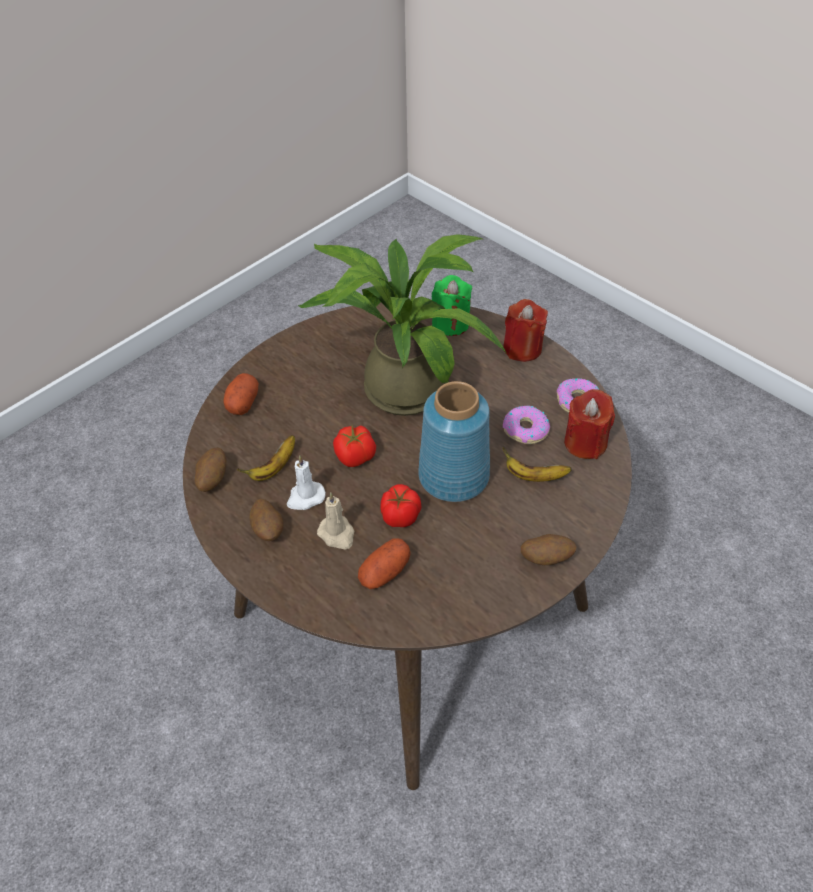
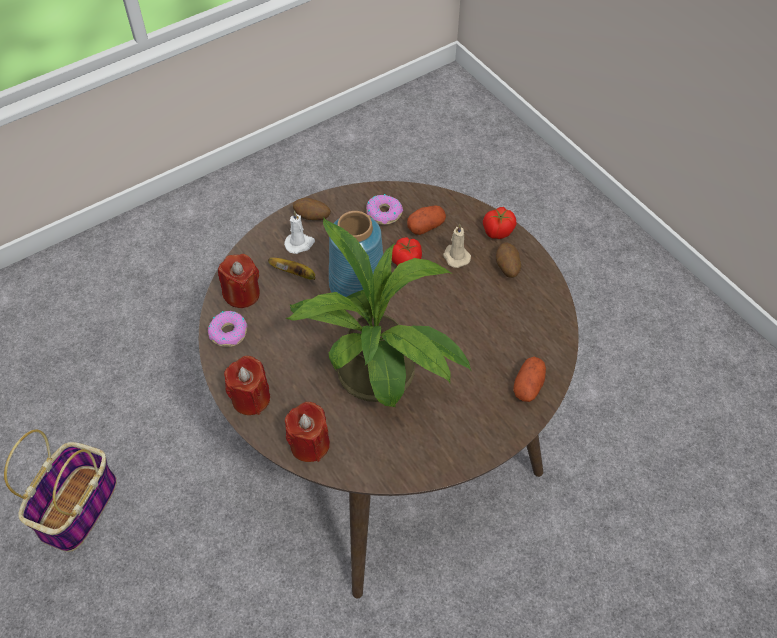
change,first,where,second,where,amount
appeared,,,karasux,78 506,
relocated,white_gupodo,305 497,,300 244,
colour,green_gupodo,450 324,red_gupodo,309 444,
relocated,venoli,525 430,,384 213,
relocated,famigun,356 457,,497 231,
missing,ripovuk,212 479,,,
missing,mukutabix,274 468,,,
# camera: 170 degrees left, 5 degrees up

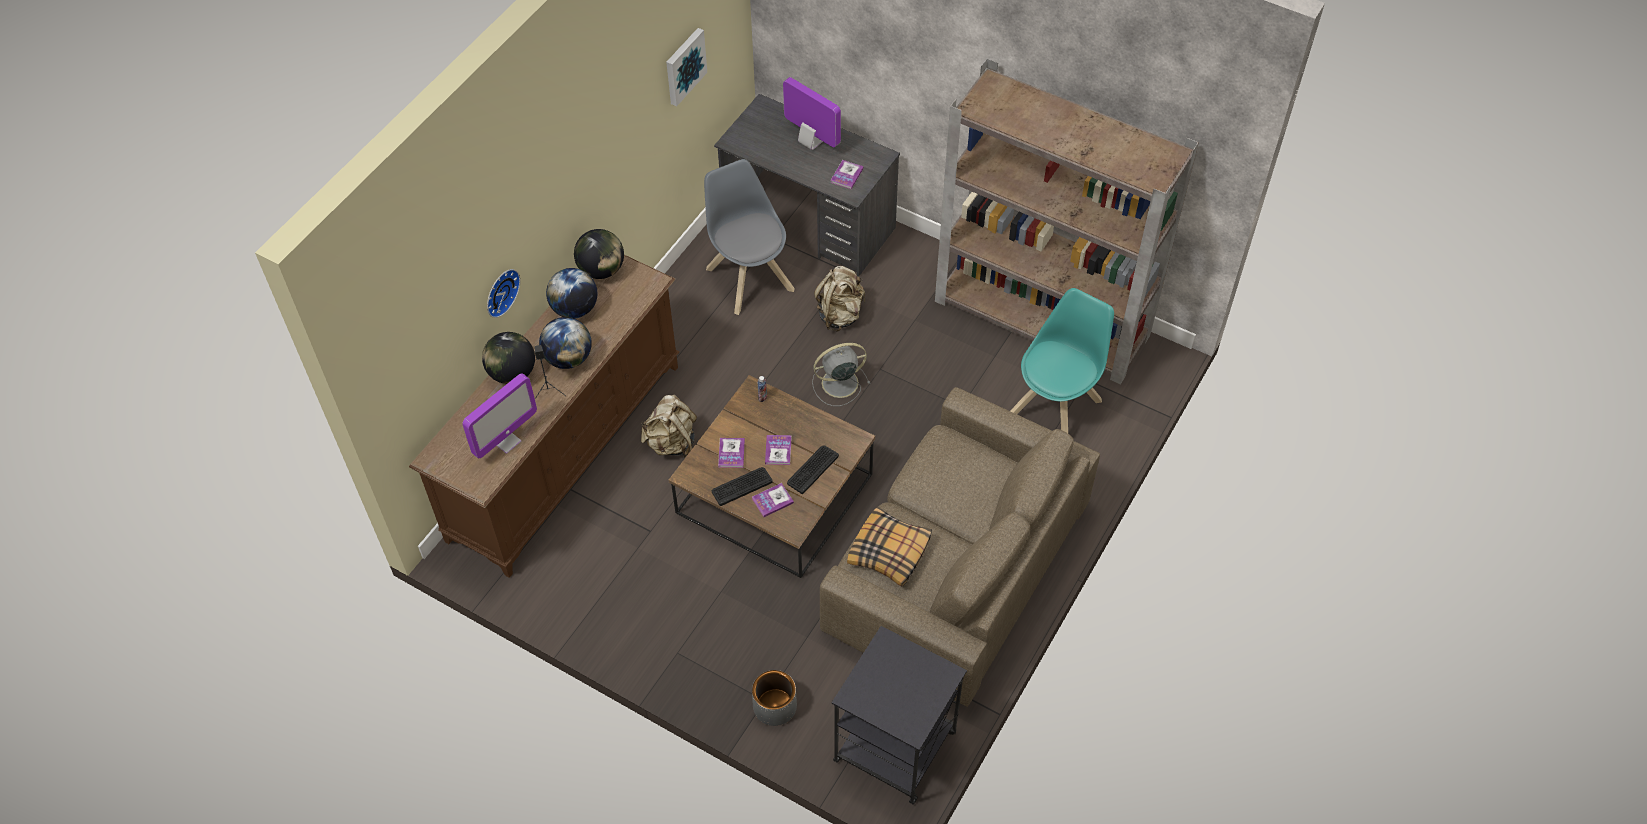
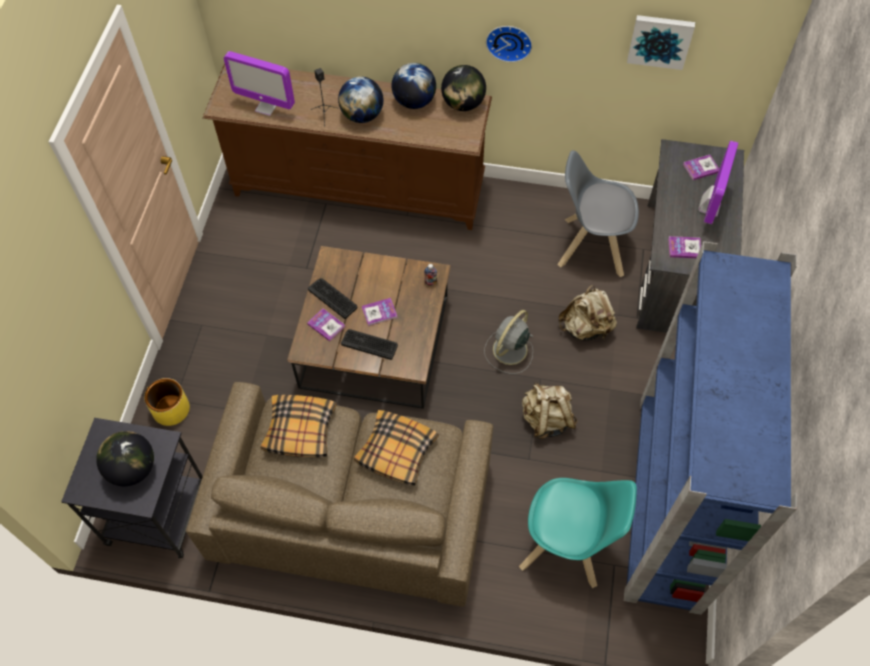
change,first,where,second,where,amount
relocated,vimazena,512 373,,133 469,
colour,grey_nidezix,775 706,yellow_nidezix,171 410,
appeared,,,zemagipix,396 452,
spun,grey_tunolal,838 383,,509 351,105 degrees counterclockwise
relocated,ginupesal,500 291,,509 41,
relocated,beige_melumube,671 443,,546 419,
spun,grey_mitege,748 277,,590 246,120 degrees counterclockwise
colour,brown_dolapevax,1041 318,blue_dolapevax,669 501,
relocated,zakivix,731 453,,701 168,
# camera: 70 degrees right, 5 degrees up

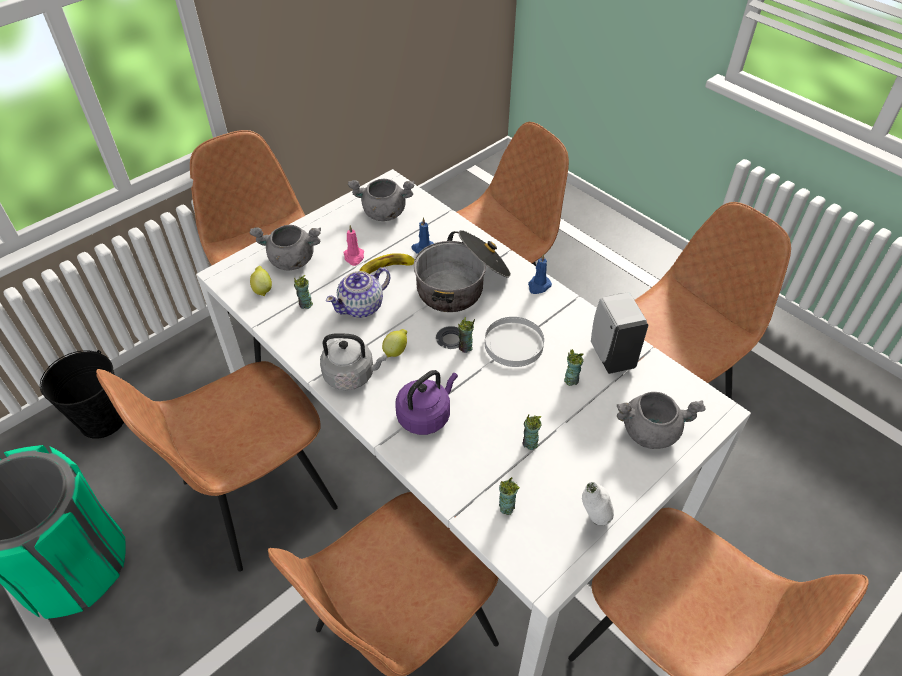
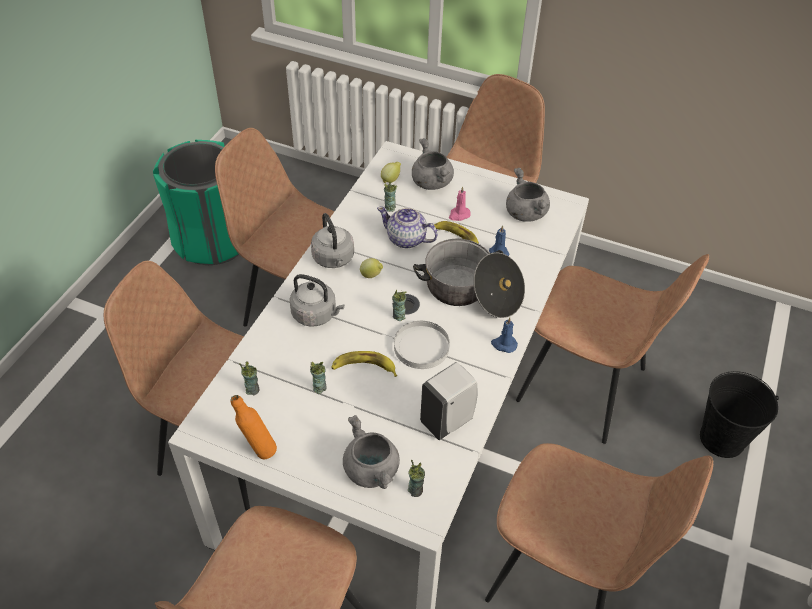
change,first,where,second,where,amount
colour,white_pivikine,592 523,orange_pivikine,258 449,
colour,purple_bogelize,426 415,grey_bogelize,316 315,
appeared,,,mukutabix,364 367,
relocated,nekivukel,571 380,,415 490,
relocated,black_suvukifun,103 420,,722 439,
# camera: 65 degrees right, 0 degrees up

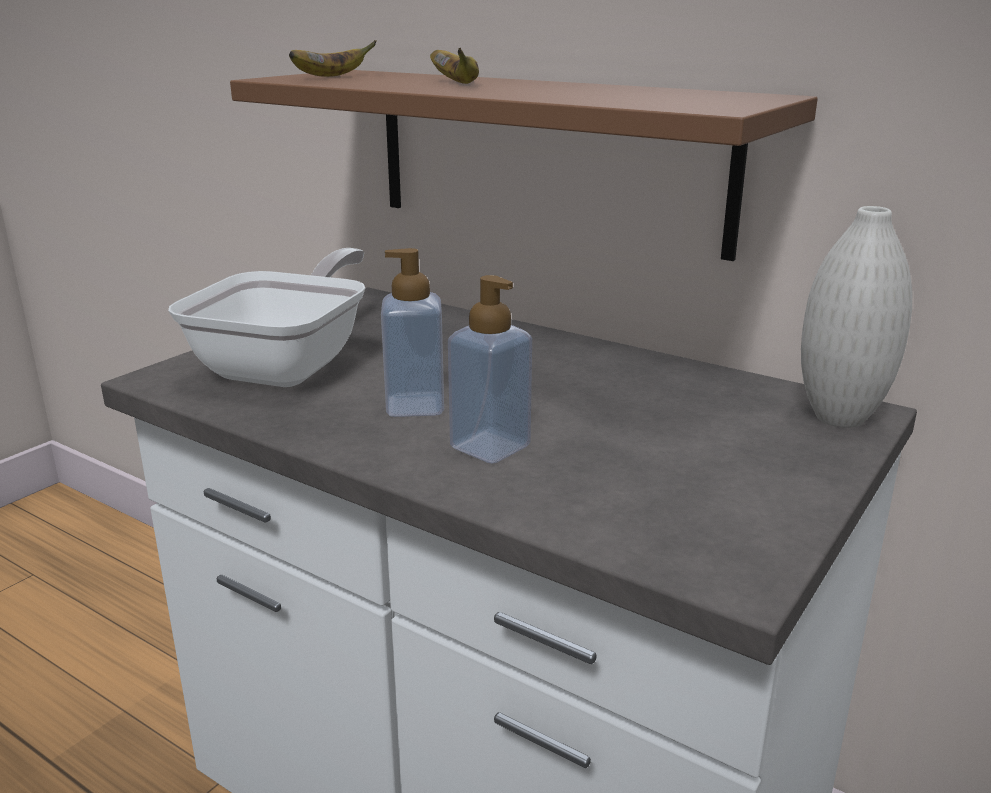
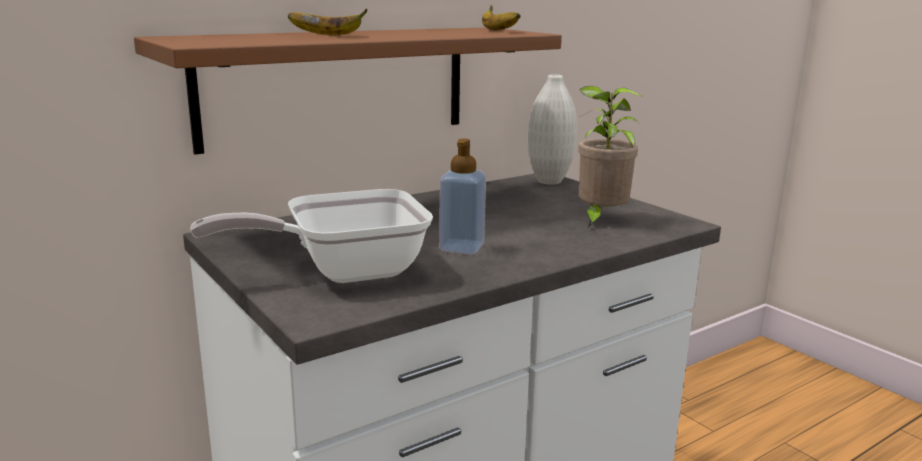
change,first,where,second,where,amount
spun,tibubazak,290 364,,343 271,60 degrees counterclockwise
relocated,mukutabix,329 77,,497 30,
appeared,,,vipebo,600 220,
missing,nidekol,490 447,,,
# camera: 70 degrees left, 5 degrees down

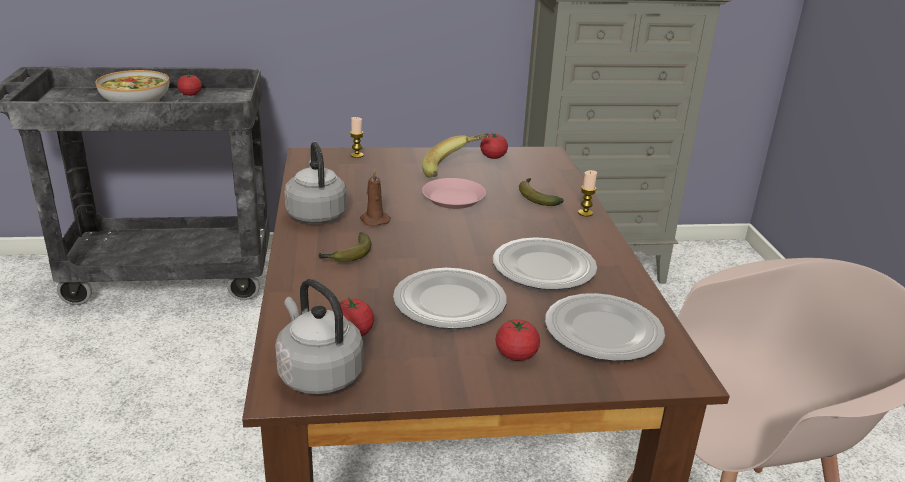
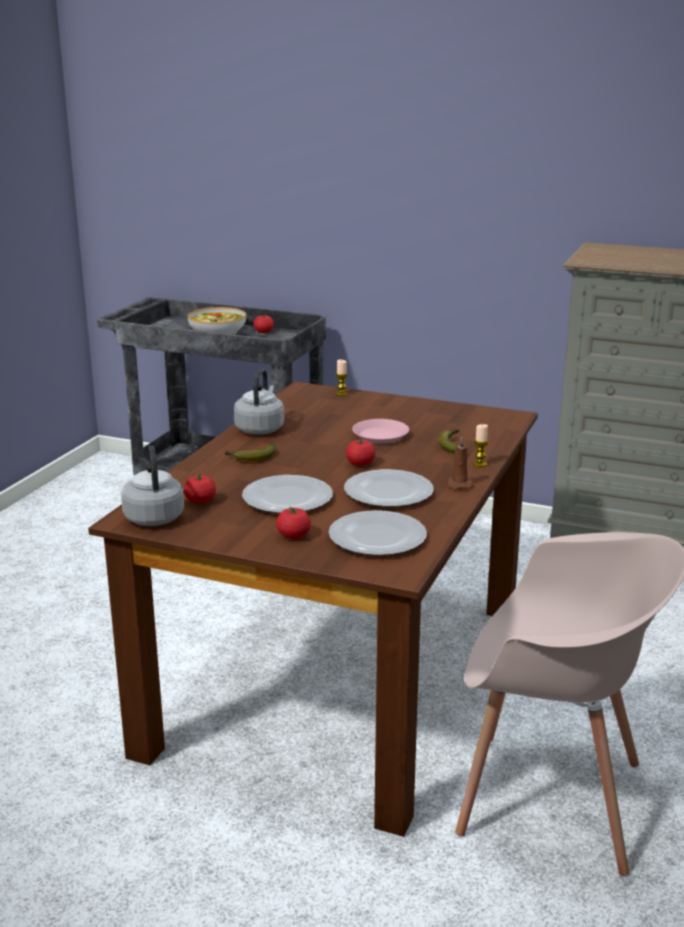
change,first,where,second,where,amount
relocated,famigun,493 157,,360 464,
relocated,brown_gupodo,374 220,,459 484,
missing,mukutabix,454 170,,,
# camera: 30 degrees right, 5 degrees down

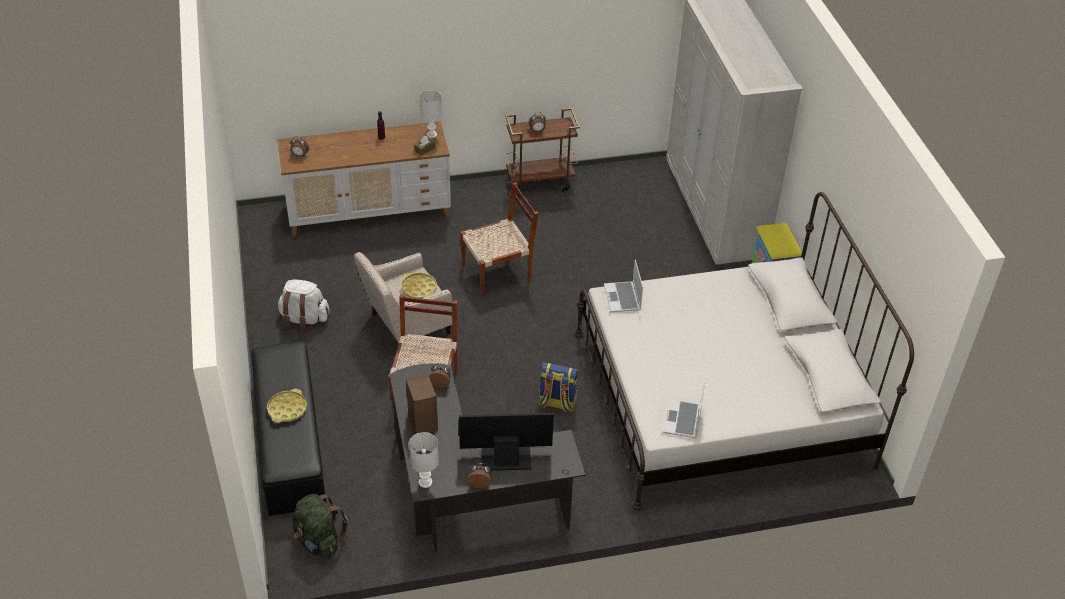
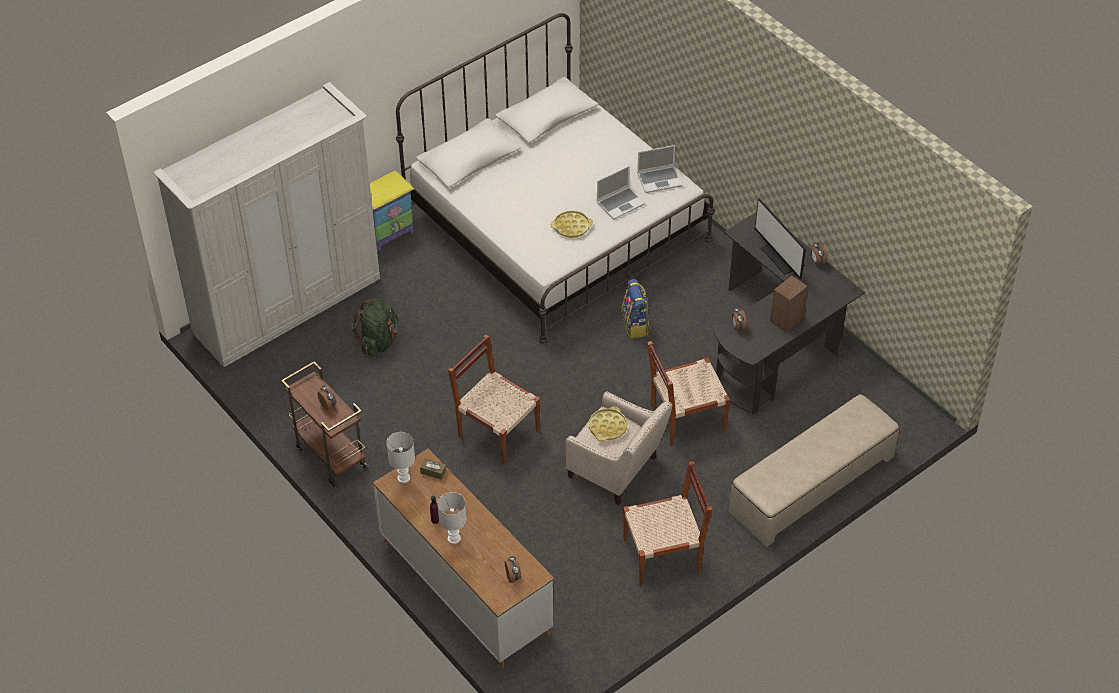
change,first,where,second,where,amount
relocated,green_melumube,319 541,,379 341,
relocated,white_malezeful,425 483,,454 538,
relocated,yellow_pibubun,287 409,,571 227,
relocated,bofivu,623 298,,620 203,
exchanged,white_melumube,304 319,mitege,664 555,
colour,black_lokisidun,290 441,beige_lokisidun,812 485,
# camera: 115 degrees left, 5 degrees up

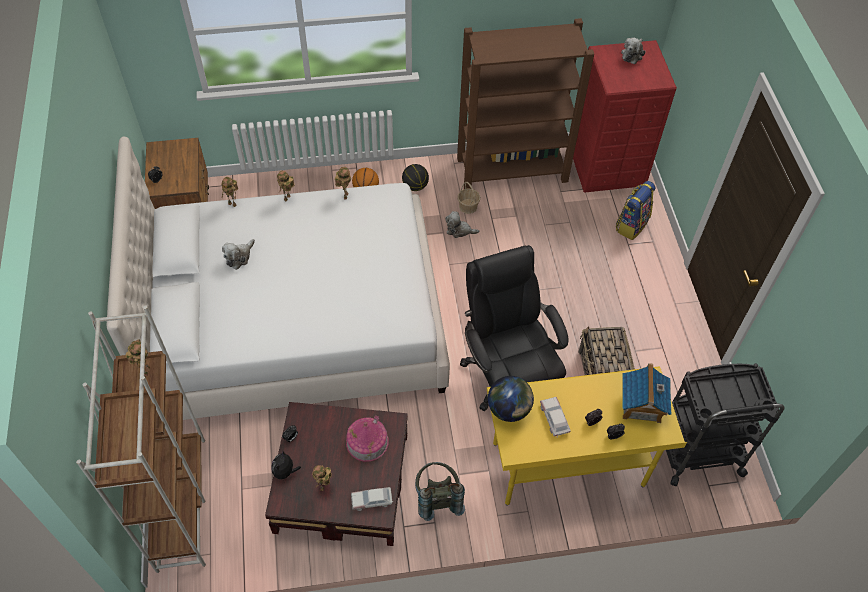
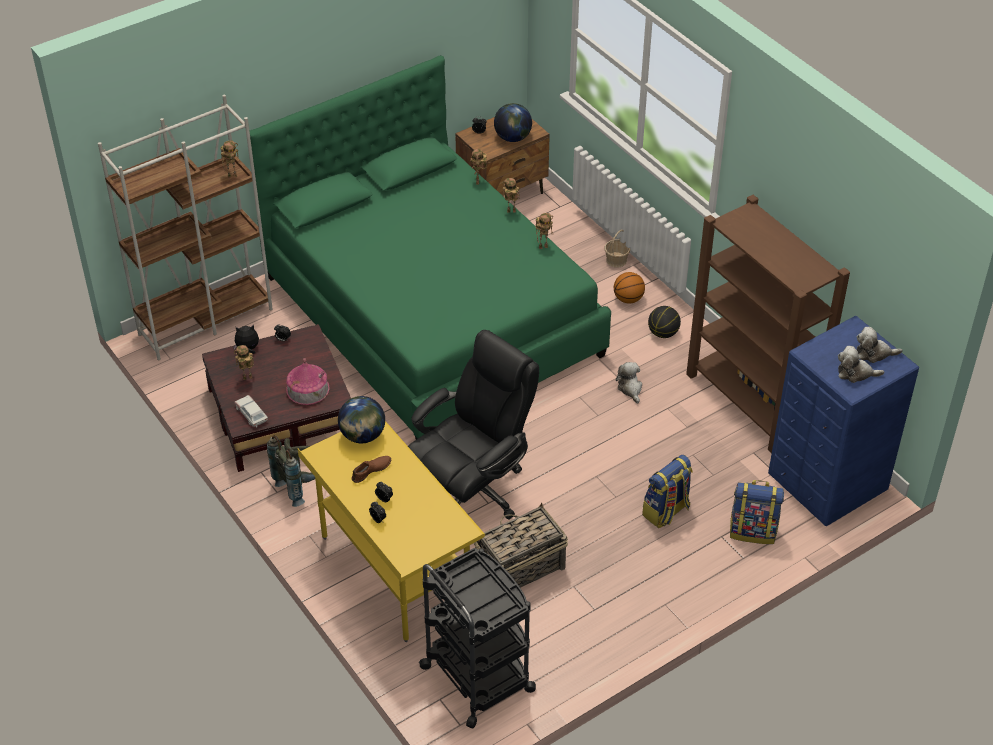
change,first,where,second,where,amount
colour,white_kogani,297 321,green_kogani,432 315,
exchanged,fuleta,554 419,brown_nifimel,371 471,
appeared,,,vimazena,513 137,
relocated,karasux,468 206,,616 260,
appeared,,,melumube,666 511,
colour,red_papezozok,607 166,blue_papezozok,827 482,
relocated,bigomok,239 257,,855 373,
missing,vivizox,641 404,,,
# camera: 65 degrees right, 10 degrees down

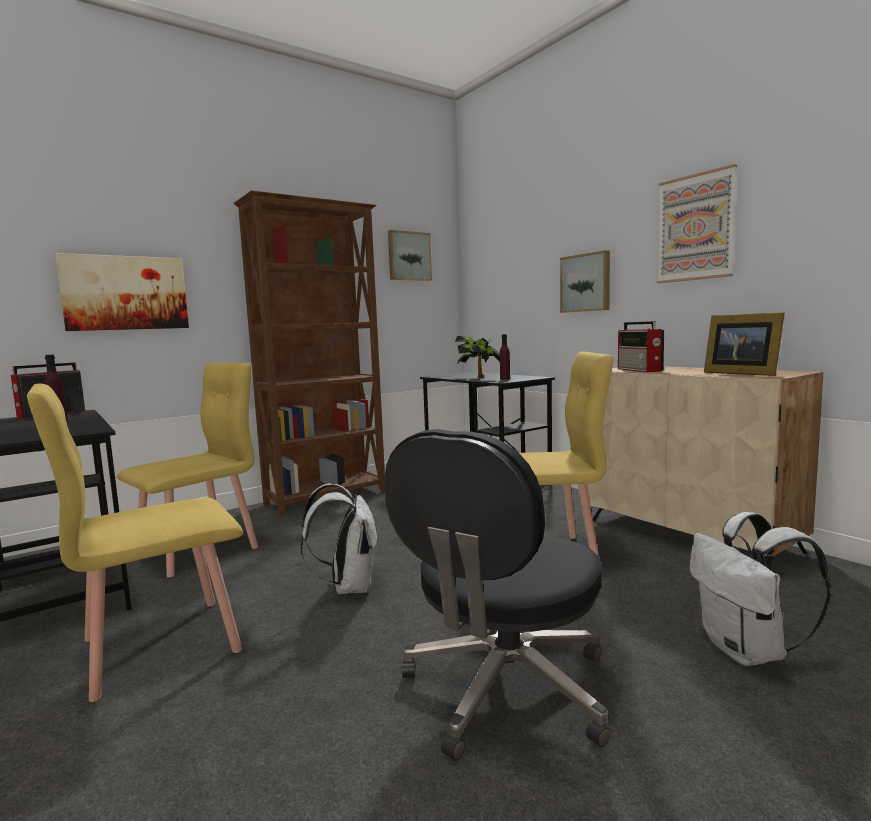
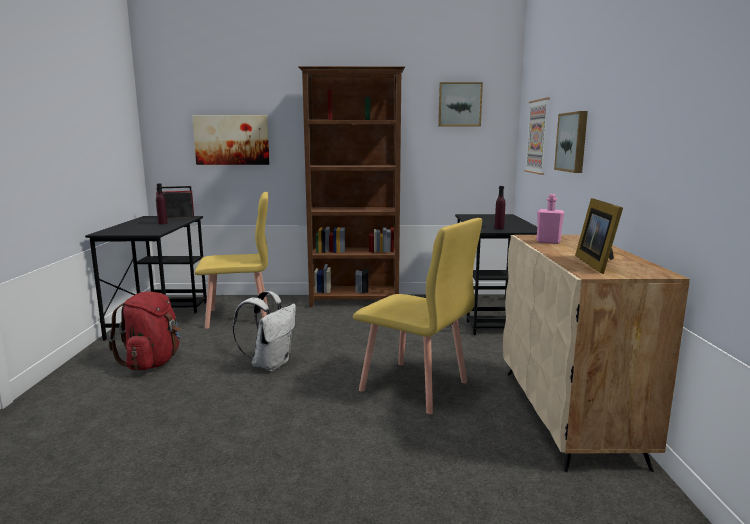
change,first,where,second,where,amount
exchanged,yellow_mitege,159 645,red_melumube,153 362,
relocated,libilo,695 228,,537 136,
exchanged,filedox,640 370,pink_pivikine,548 242,
missing,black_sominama,505 689,,,
missing,vipebo,478 377,,,
missing,white_melumube,747 651,,,
# camera: 35 degrees right, 5 degrees up

